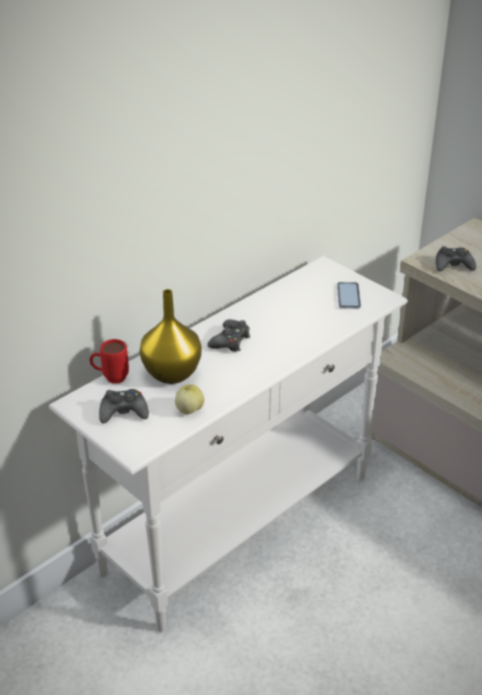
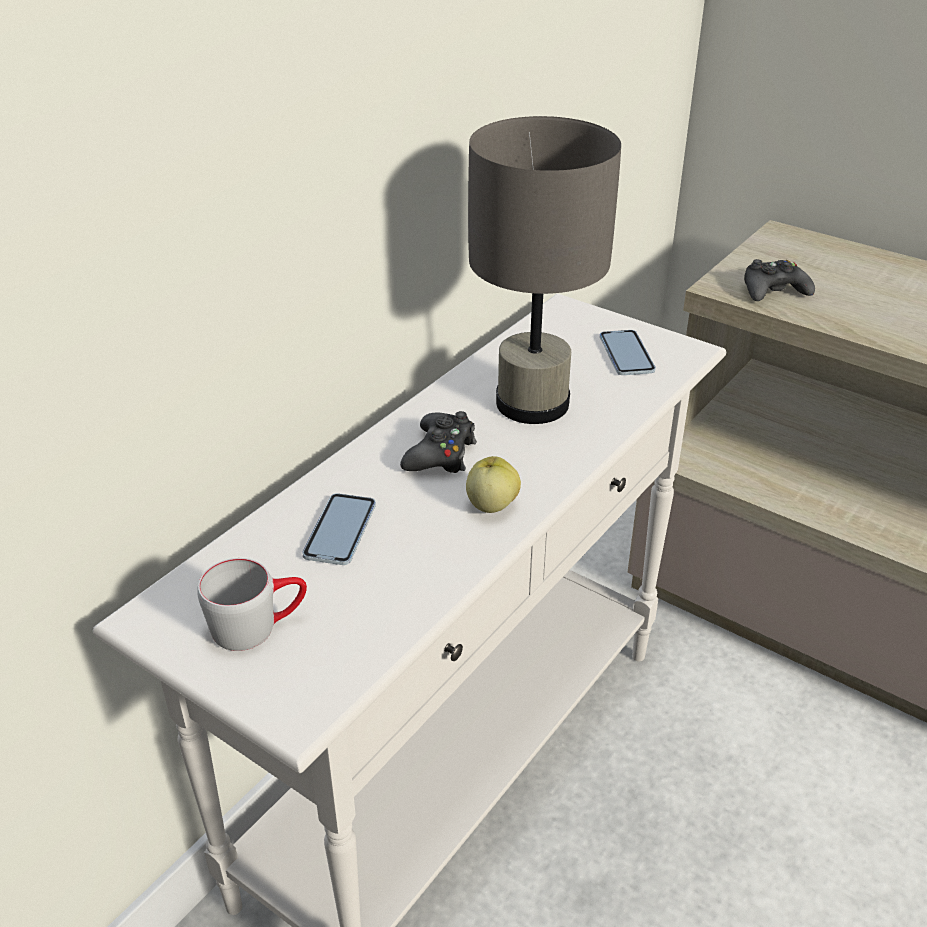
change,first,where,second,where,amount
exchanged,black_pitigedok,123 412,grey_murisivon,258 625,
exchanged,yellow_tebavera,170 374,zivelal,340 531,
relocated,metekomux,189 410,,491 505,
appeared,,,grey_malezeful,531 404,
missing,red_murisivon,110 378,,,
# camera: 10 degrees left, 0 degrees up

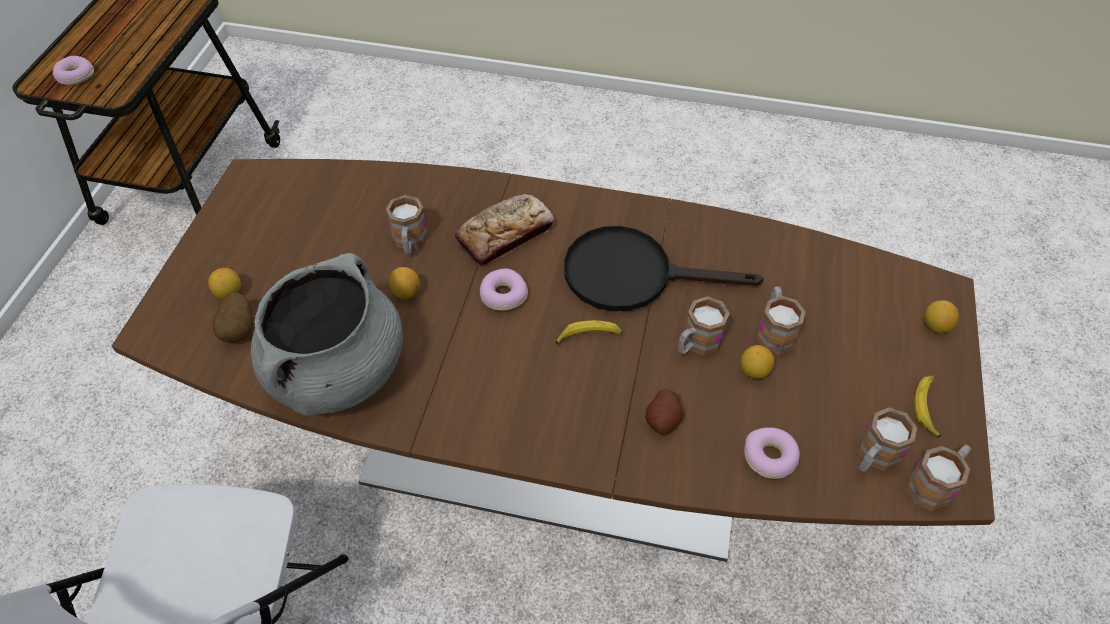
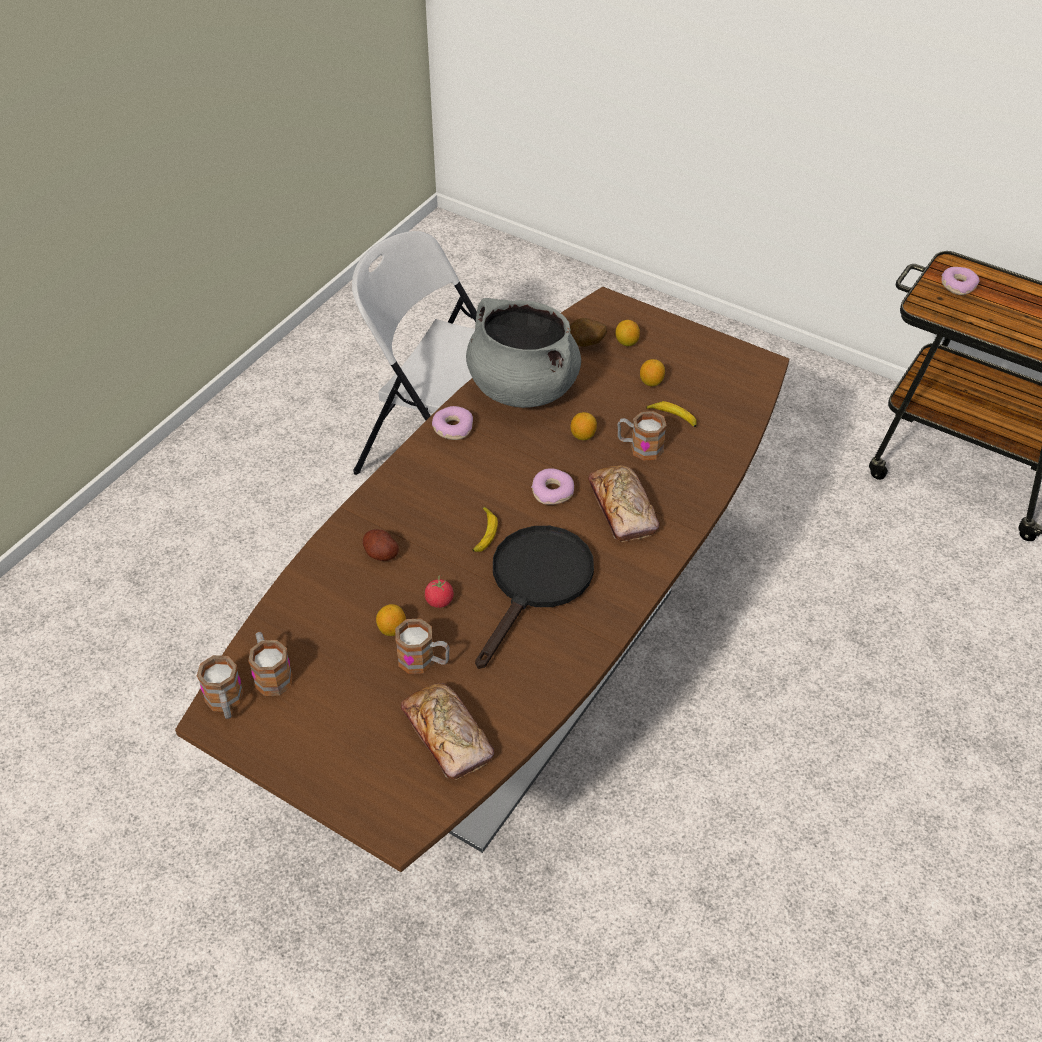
change,first,where,second,where,amount
appeared,,,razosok,447 737,
exchanged,murisivon,696 344,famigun,439 601,
relocated,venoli,769 457,,452 428,
relocated,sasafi,935 326,,651 382,
relocated,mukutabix,927 407,,673 417,
# camera: 110 degrees right, 5 degrees down

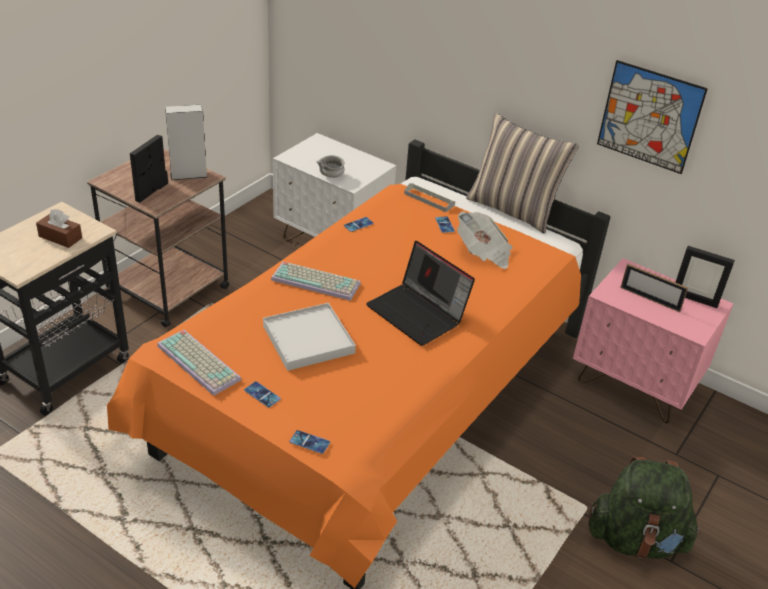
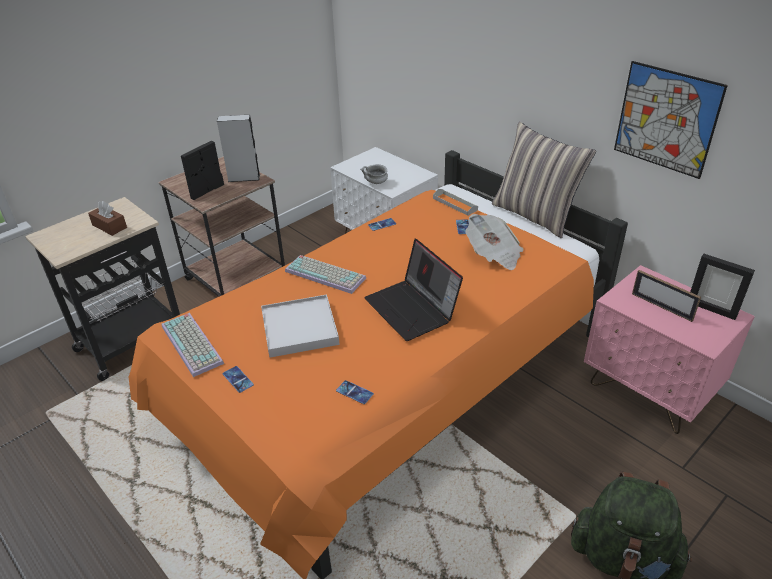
change,first,where,second,where,amount
relocated,zivelal,309 442,,354 392,
# camera: 15 degrees right, 0 degrees up

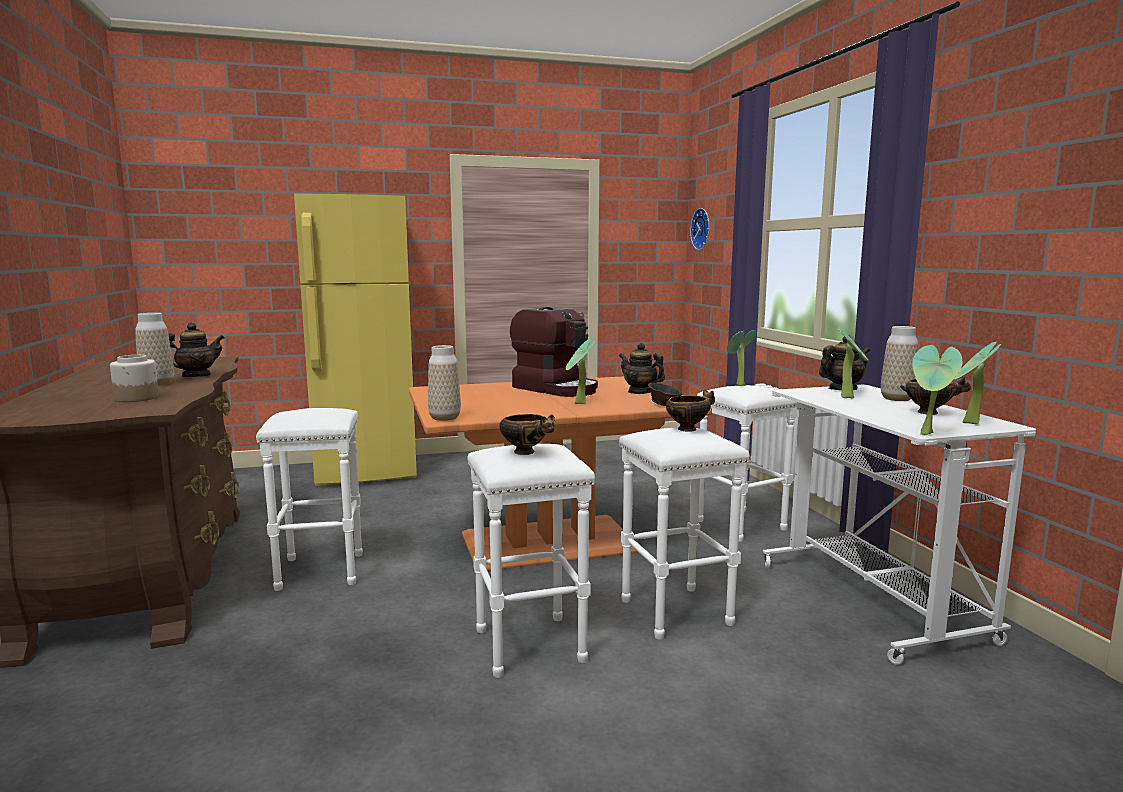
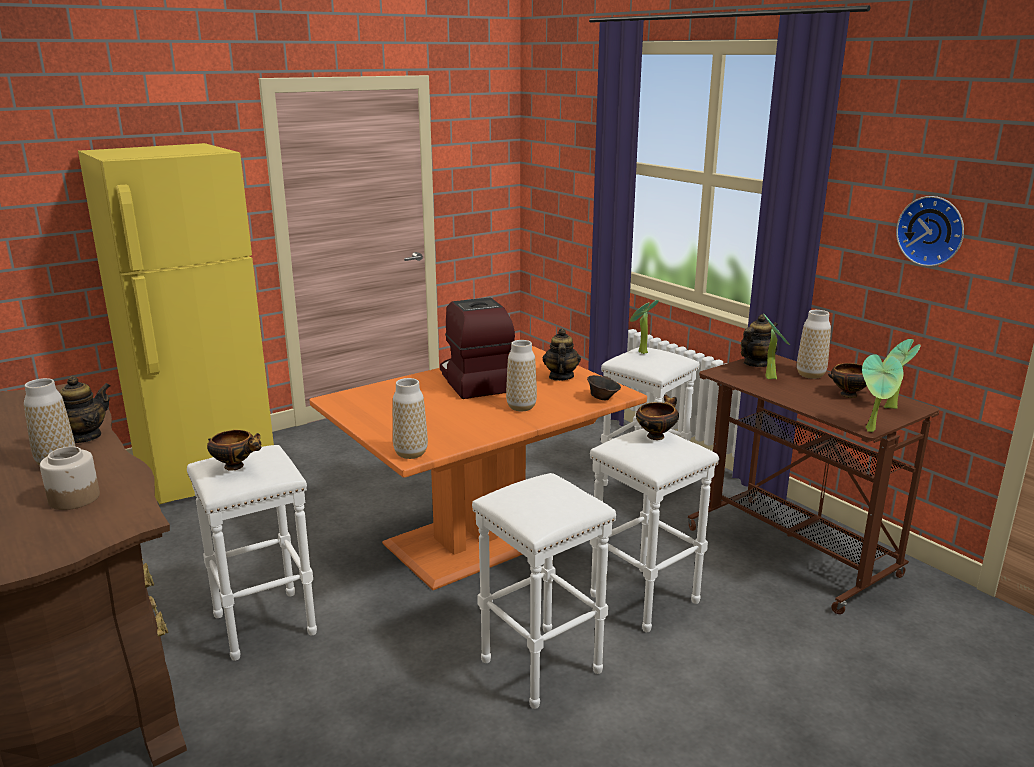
change,first,where,second,where,amount
relocated,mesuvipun,526 452,,236 466,
spun,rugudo,556 388,,473 381,135 degrees counterclockwise
exchanged,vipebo,579 404,tebavera,521 407,
spun,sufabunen,640 392,,560 377,75 degrees clockwise
colour,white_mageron,871 601,brown_mageron,791 552,
relocated,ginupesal,702 229,,932 230,
# camera: 20 degrees left, 10 degrees up

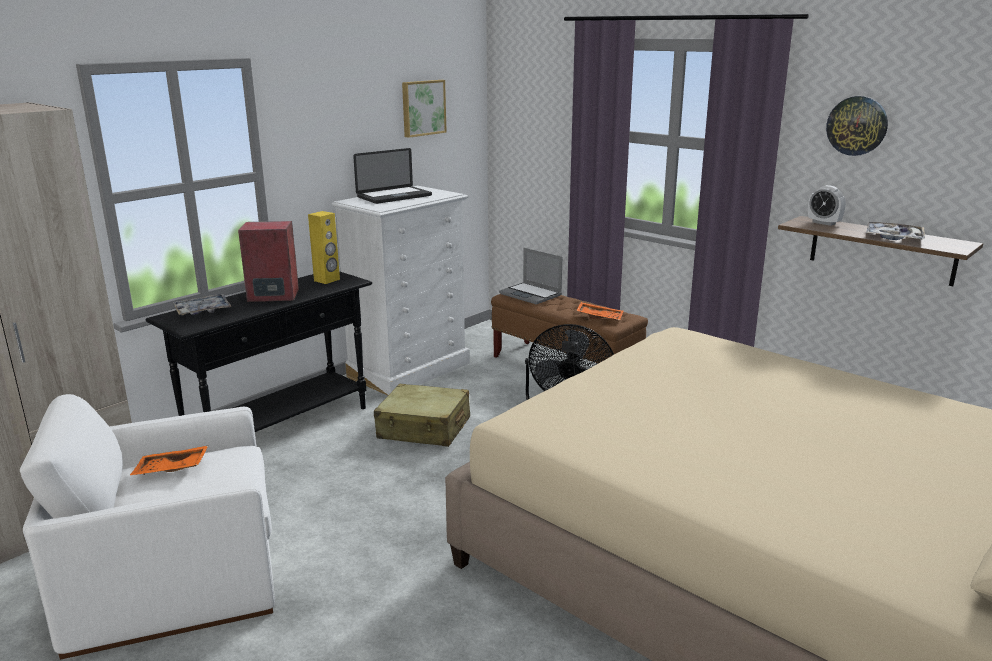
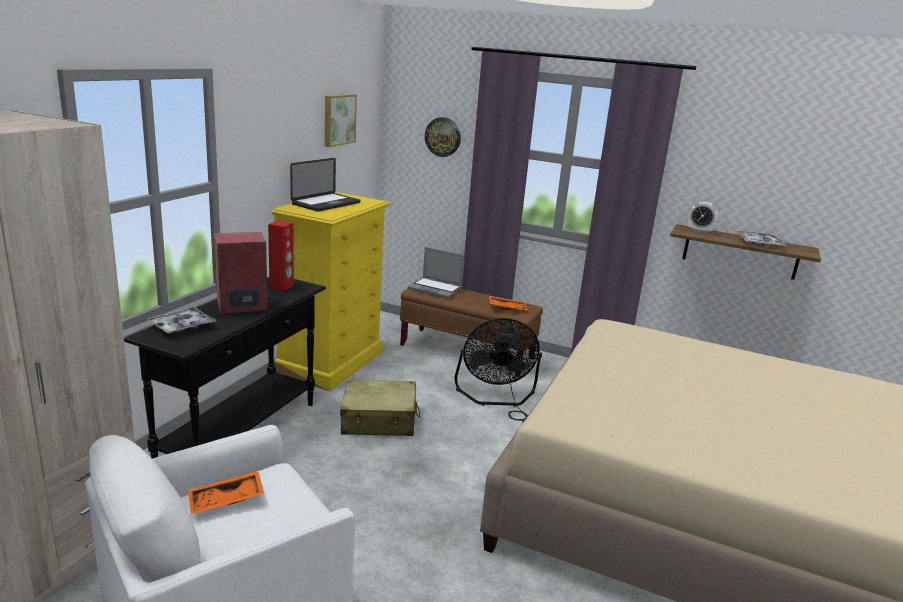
change,first,where,second,where,amount
colour,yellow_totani,327 280,red_totani,282 286,
colour,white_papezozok,410 369,yellow_papezozok,331 362,
relocated,ginupesal,857 125,,443 137,
# camera: 20 degrees left, 0 degrees up

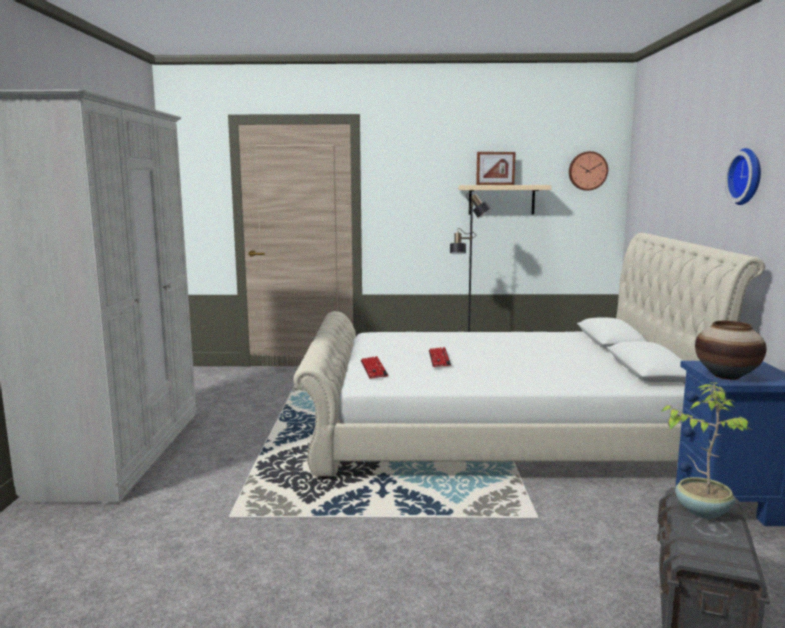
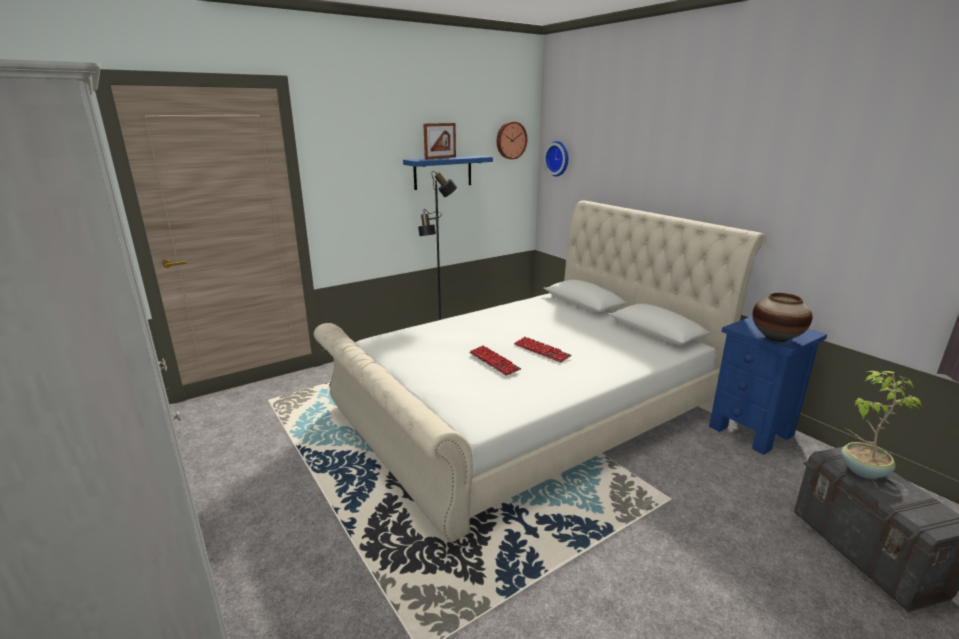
change,first,where,second,where,amount
colour,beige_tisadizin,501 199,blue_tisadizin,443 172,
relocated,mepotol,373 369,,541 350,
relocated,ginupesal,748 176,,558 158,
# camera: 35 degrees left, 10 degrees up

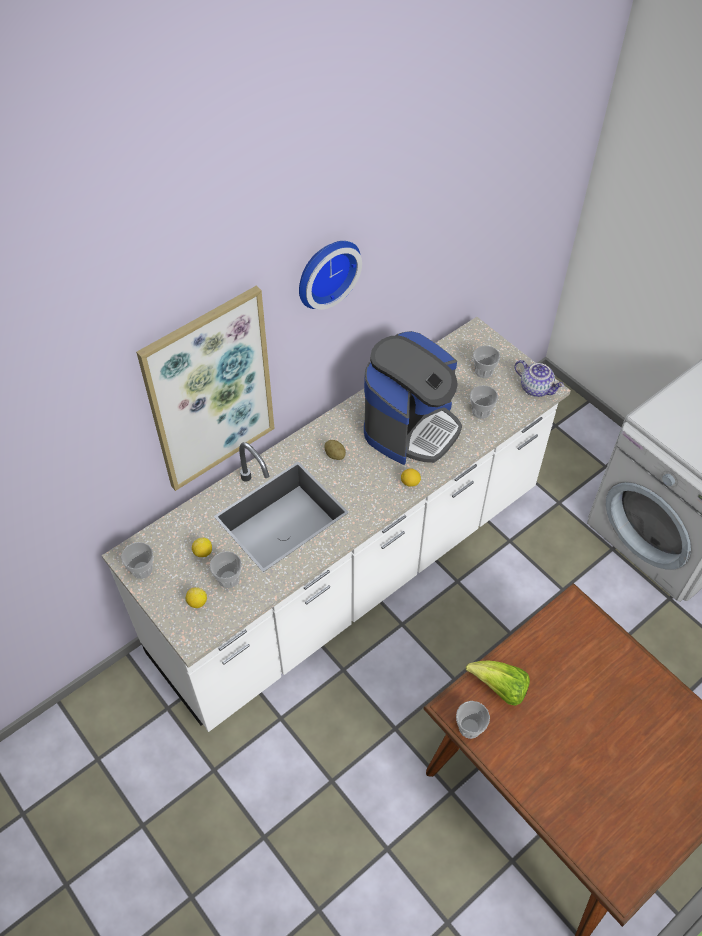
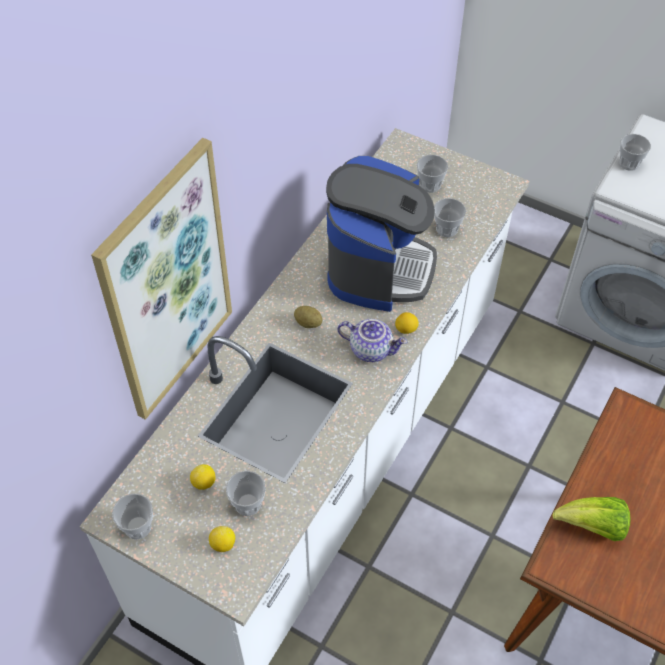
change,first,where,second,where,amount
relocated,sufabunen,536 388,,371 349,
relocated,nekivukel,469 727,,629 163,
missing,ginupesal,325 271,,,
# camera: 20 degrees left, 0 degrees up

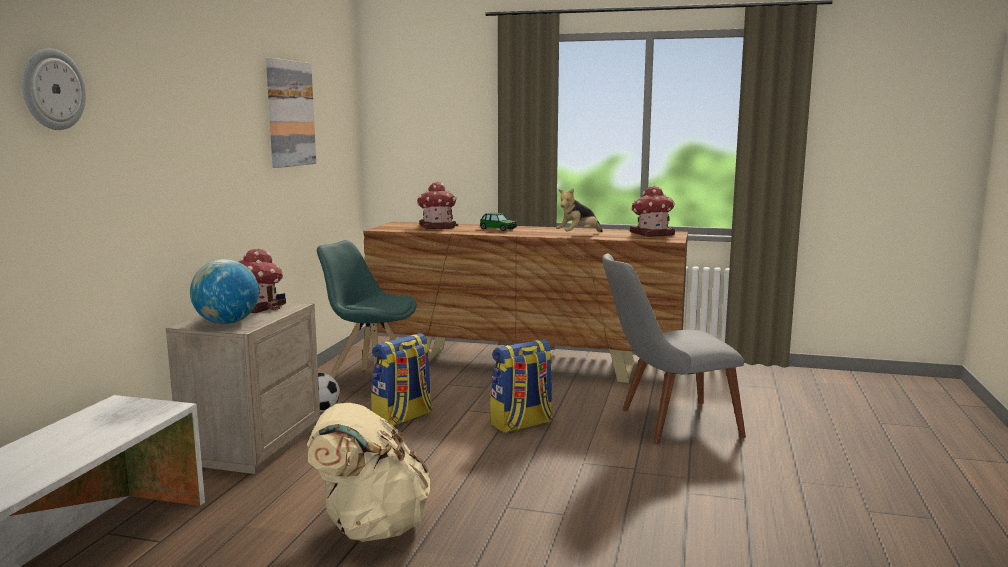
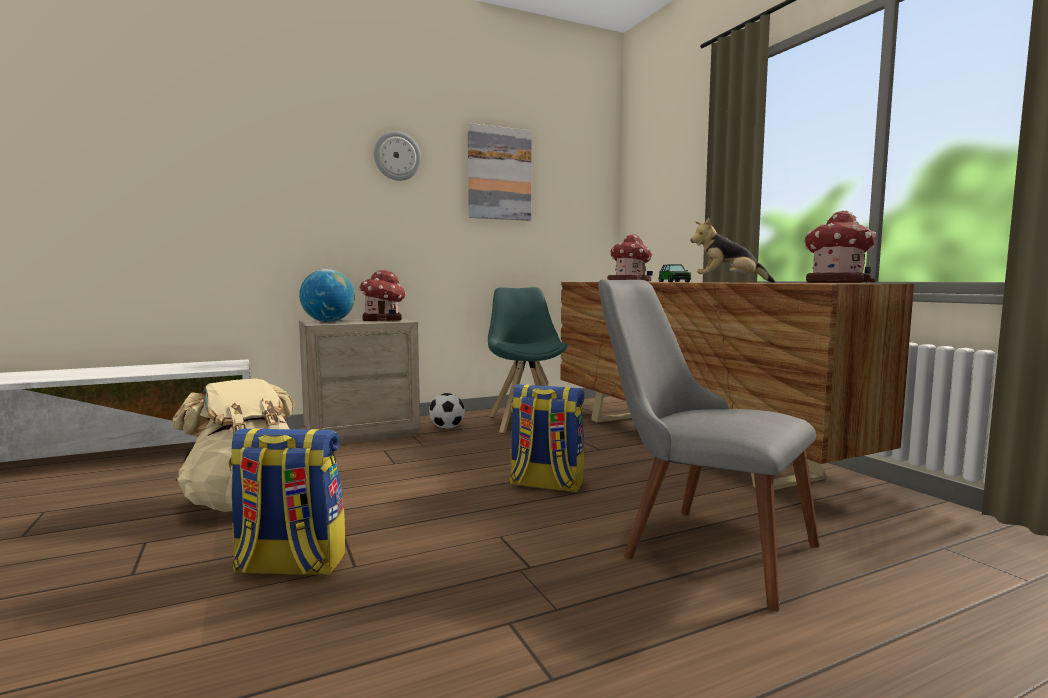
change,first,where,second,where,amount
relocated,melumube,403 417,,289 566,
relocated,ginupesal,52 89,,397 156,
# camera: 50 degrees right, 5 degrees down

